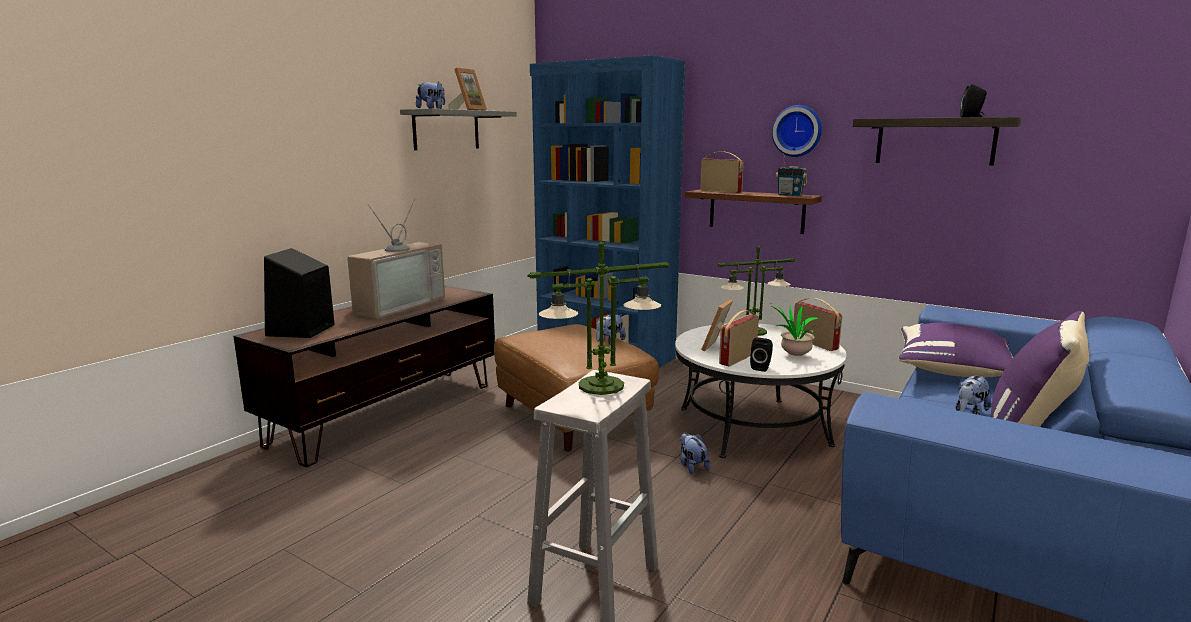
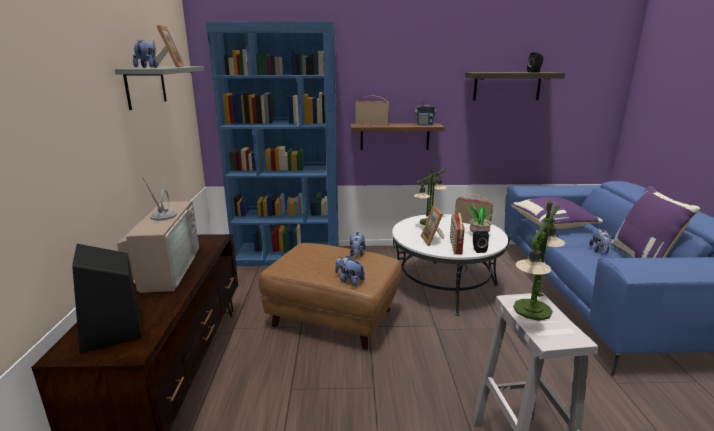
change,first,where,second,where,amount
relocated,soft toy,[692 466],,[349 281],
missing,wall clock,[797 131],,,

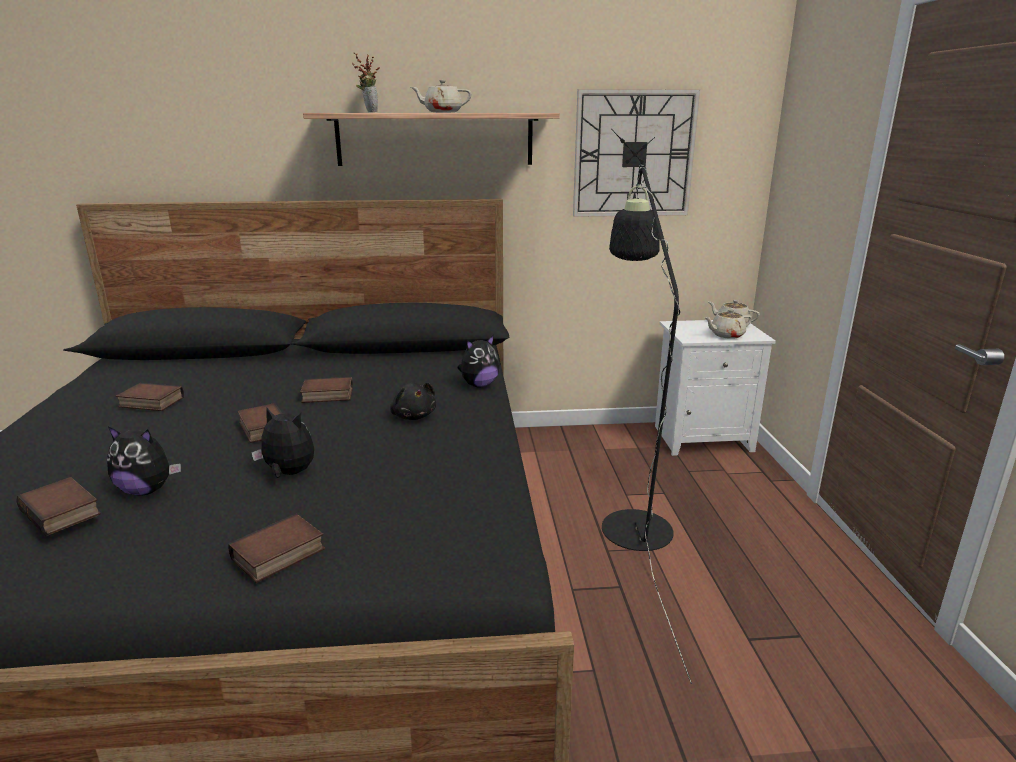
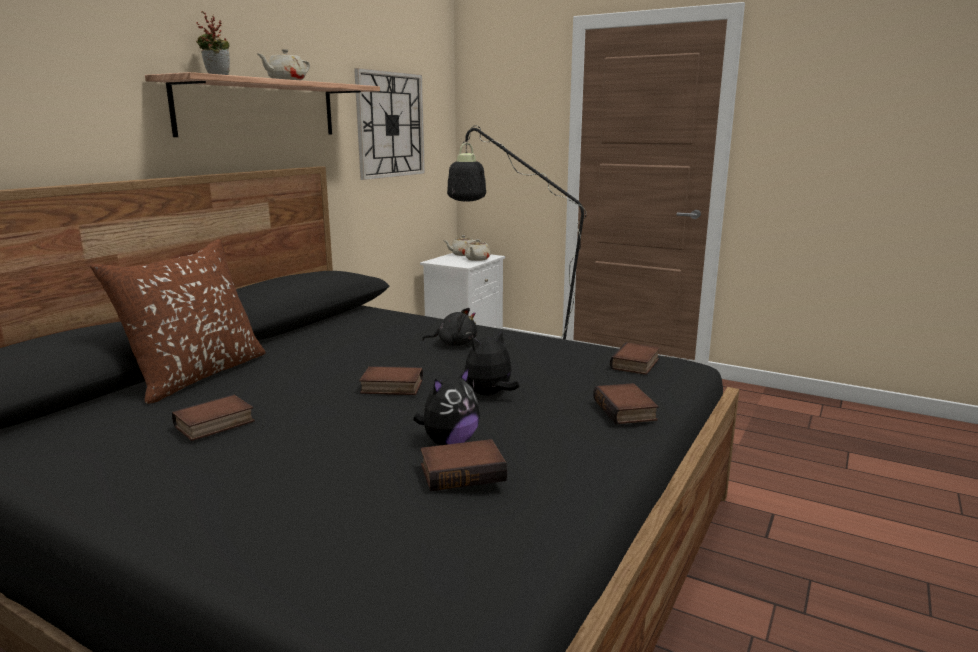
change,first,where,second,where,amount
relocated,volume,[326 395],,[636 364],
missing,soft toy,[479 385],,,
appeared,,,brown-coloured pillow,[196 375],

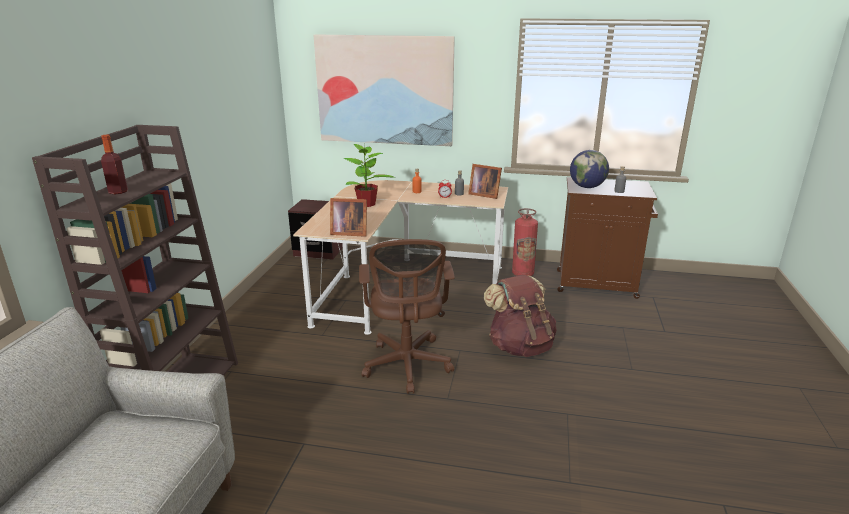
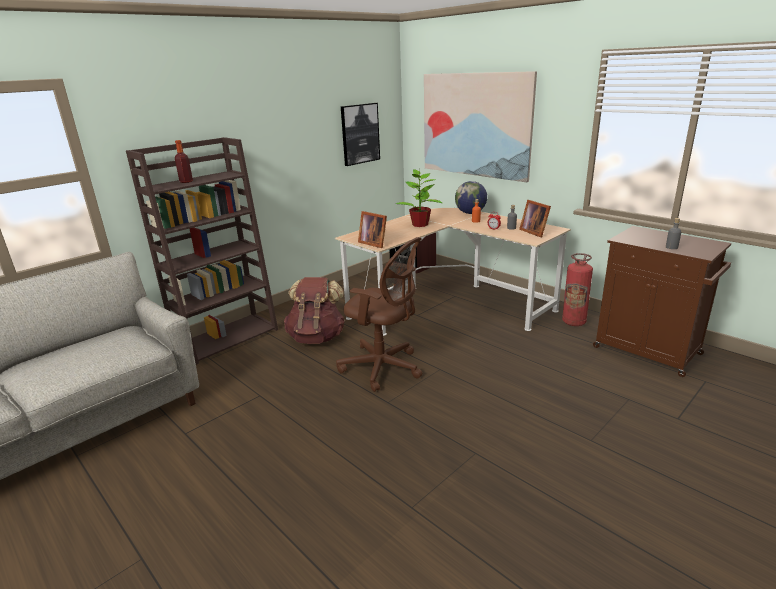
change,first,where,second,where,amount
spun,brown-coloured computer chair,[407 367],,[384 368],90 degrees counterclockwise
relocated,brown-coloured backpack,[519 346],,[317 337],
relocated,desk globe,[587 187],,[470 213],
appeared,,,picture,[360 134],

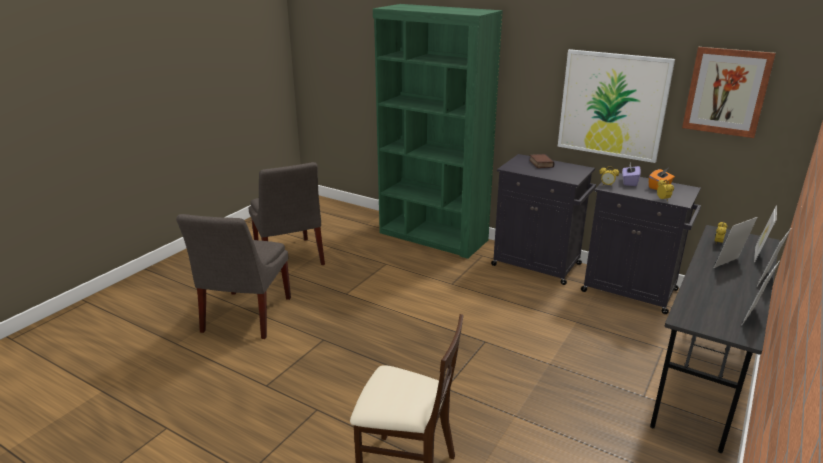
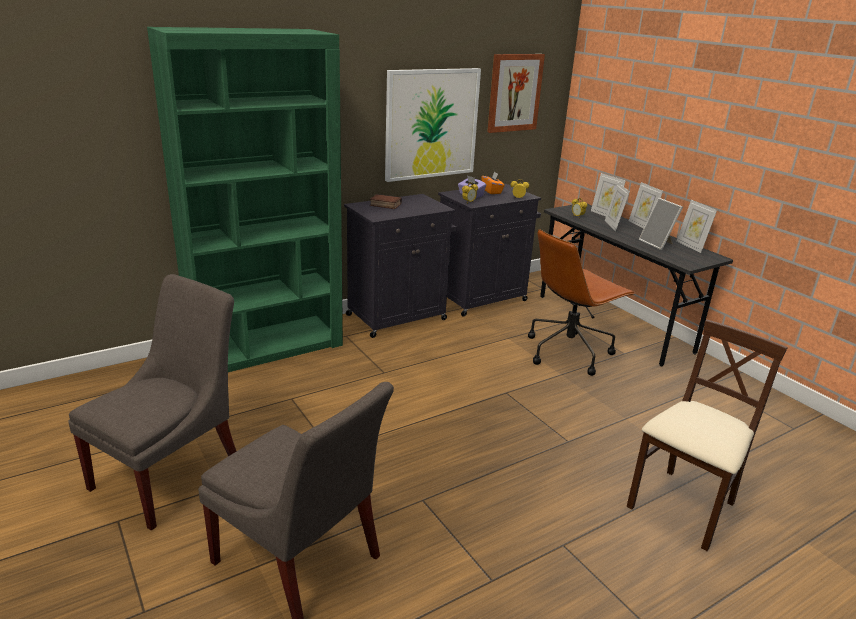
change,first,where,second,where,amount
spun,gray plain chair,[289 258],,[173 474],60 degrees counterclockwise
appeared,,,brown-coloured computer chair,[569 351],
appeared,,,picture frame,[657 244],

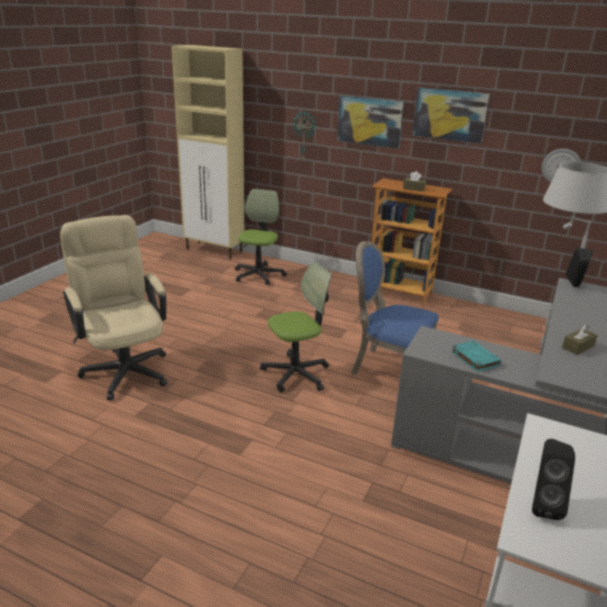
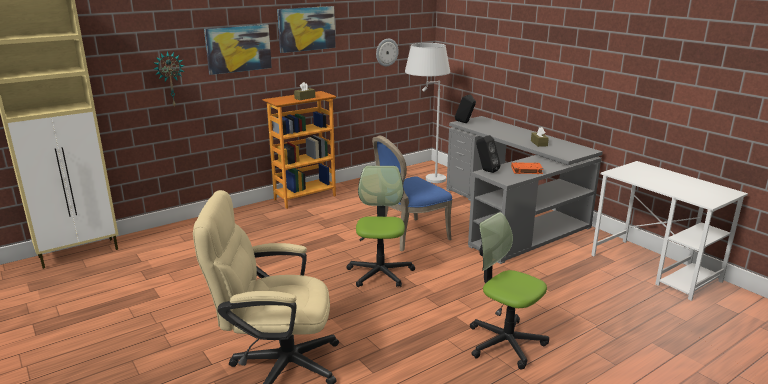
change,first,where,second,where,amount
relocated,computer chair,[258 275],,[505 343],
colour,blue-green volume,[474 358],orange volume,[526 170],
relocated,black-coloured audio speaker,[542 504],,[486 171],

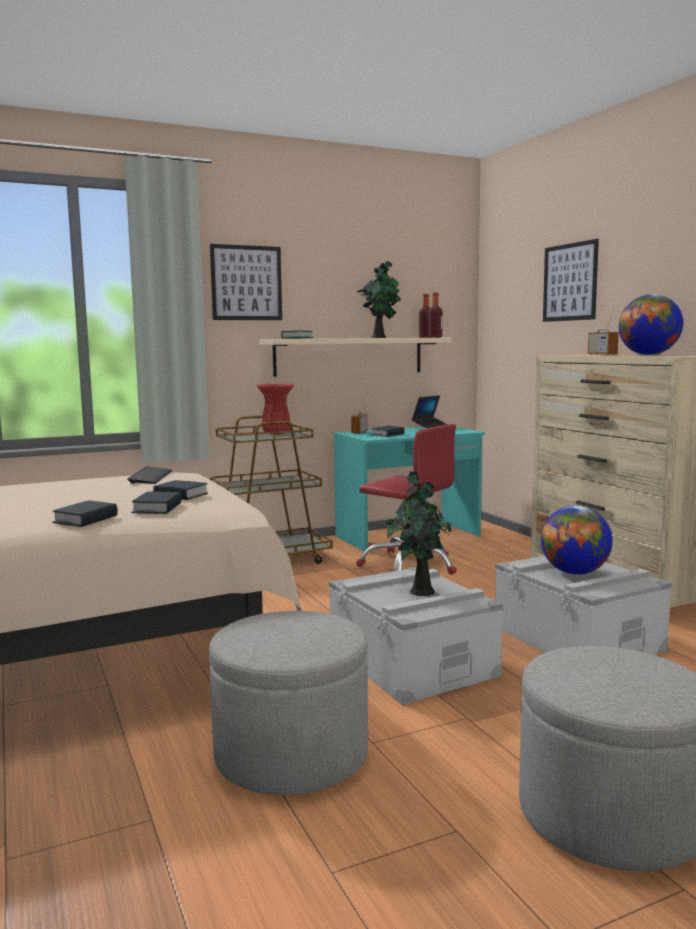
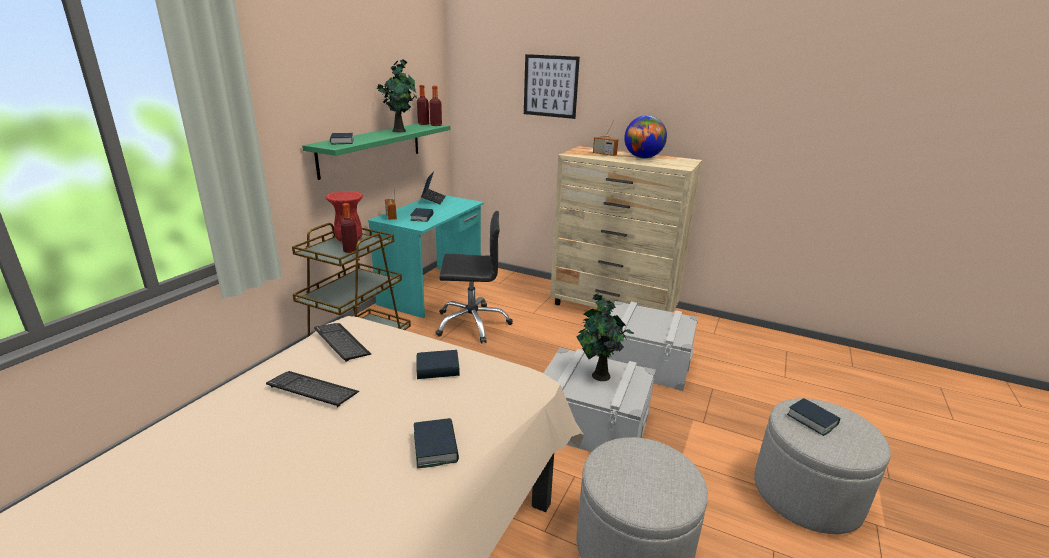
change,first,where,second,where,amount
relocated,volume,[157 508],,[812 420],
missing,picture,[246 283],,,
colour,beige-coloured shelf,[349 356],greenish shelf,[371 148],
colour,red computer chair,[409 565],black-coloured computer chair,[472 323],
missing,desk globe,[574 572],,,
appeared,,,keyboard,[312 390],
appeared,,,bottle,[350 250],

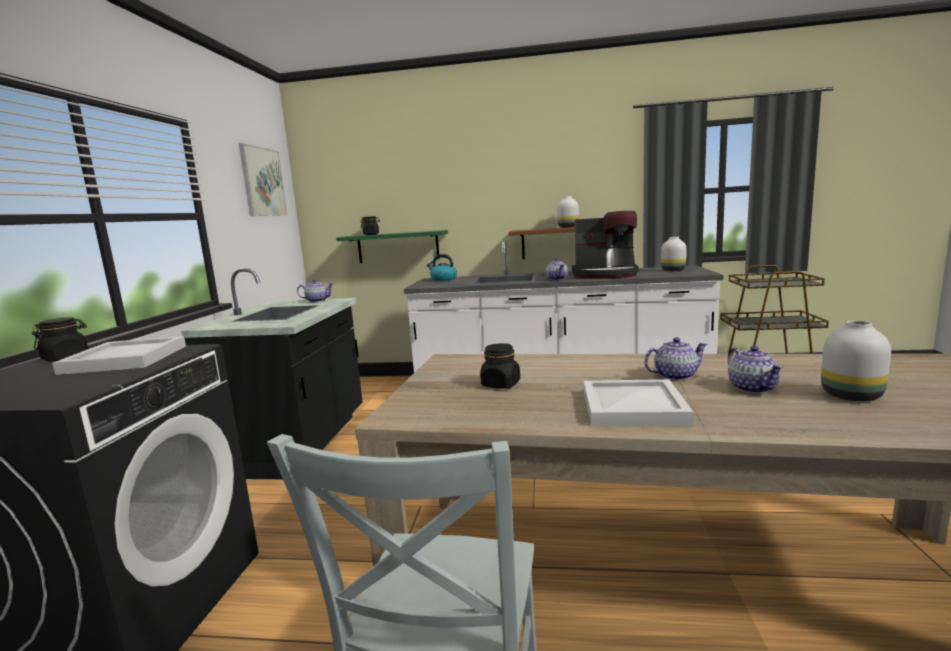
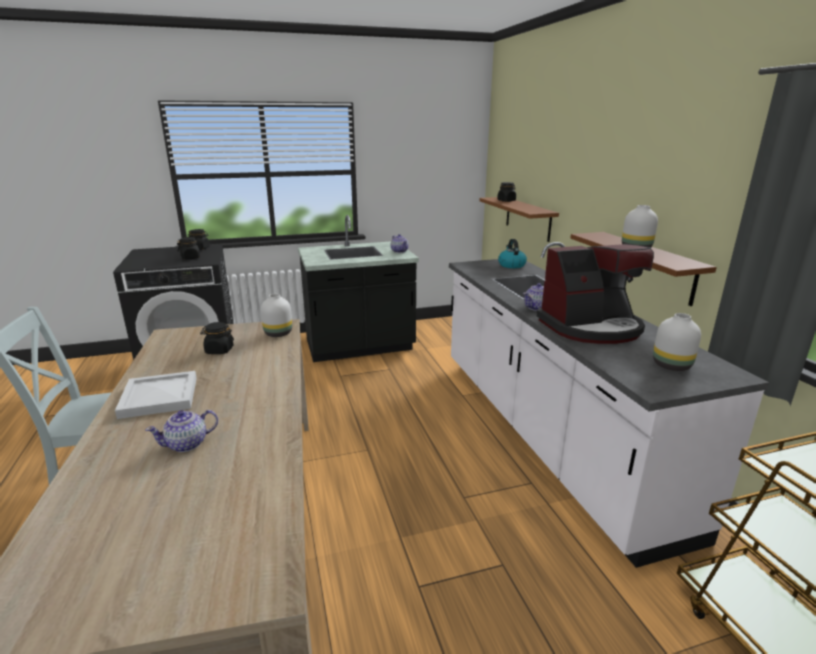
change,first,where,second,where,amount
exchanged,whitish carrying tray,[126 359],black-coloured jar,[191 258],
missing,picture,[263 182],,,
colour,greenish shelf,[398 247],brown-coloured shelf,[528 218],
spun,coffee brewer,[605 275],,[591 327],90 degrees counterclockwise
missing,tea pot,[674 376],,,
relocated,whitish vase,[851 395],,[279 334],

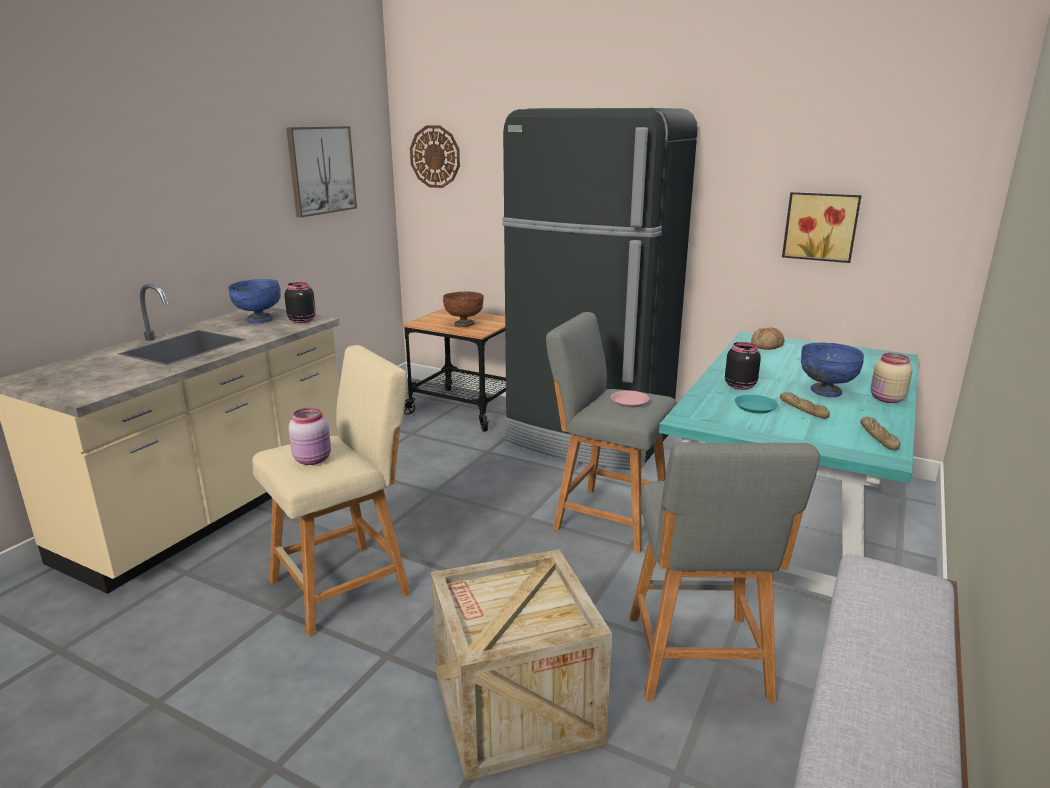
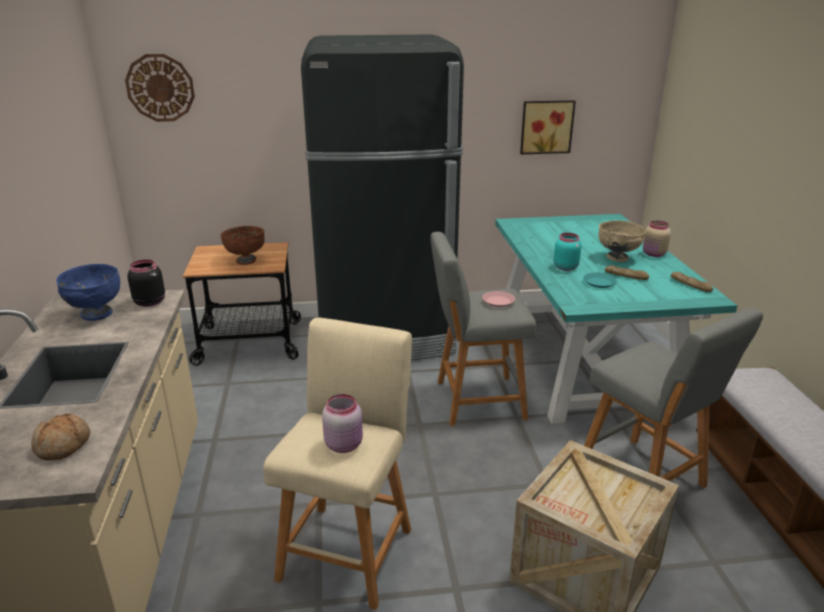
change,first,where,second,where,amount
missing,picture,[321 170],,,
colour,black-coloured jar,[740 386],blue-green jar,[565 267],
relocated,bread,[767 346],,[64 445],
colour,bluish serving bowl,[825 392],beige-coloured serving bowl,[617 258],

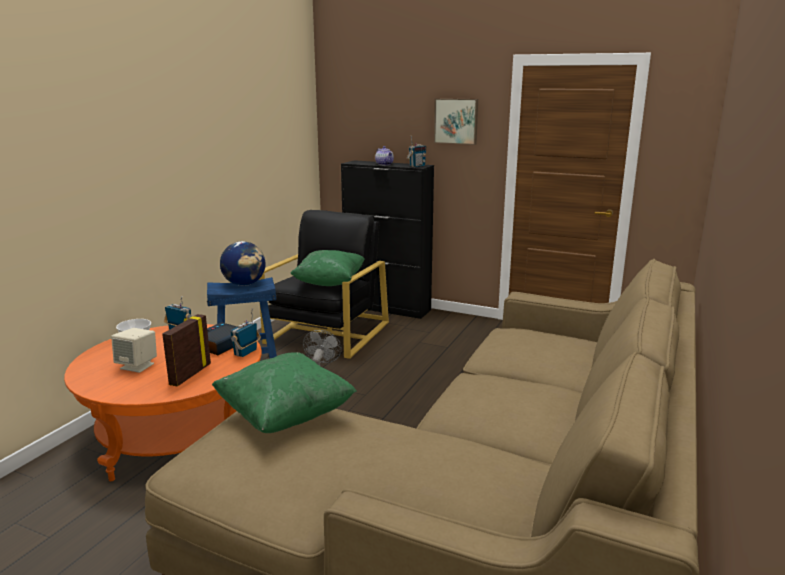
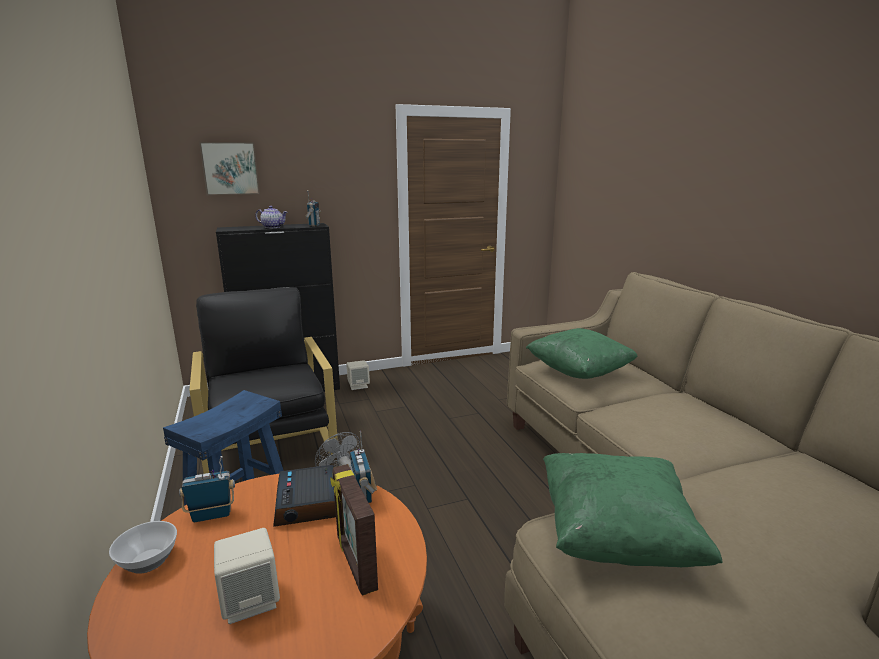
change,first,where,second,where,amount
missing,desk globe,[244 284],,,
relocated,greenish pillow,[329 283],,[579 372],
relocated,picture,[456 121],,[230 168],
appeared,,,beige-coloured audio speaker,[358 386],

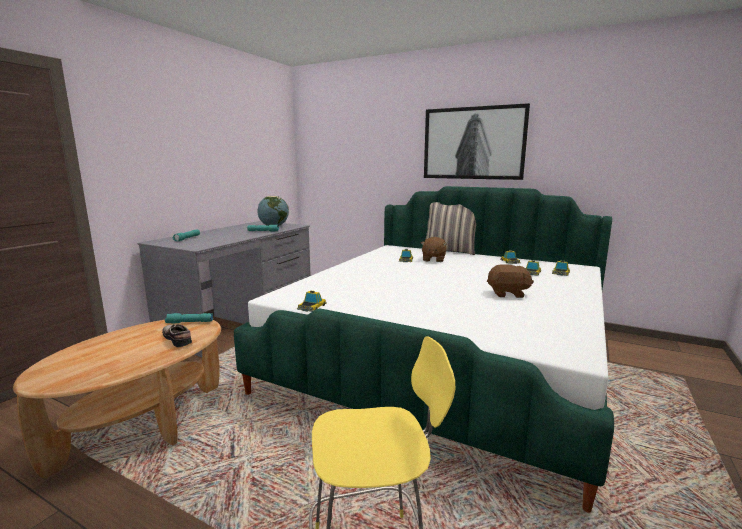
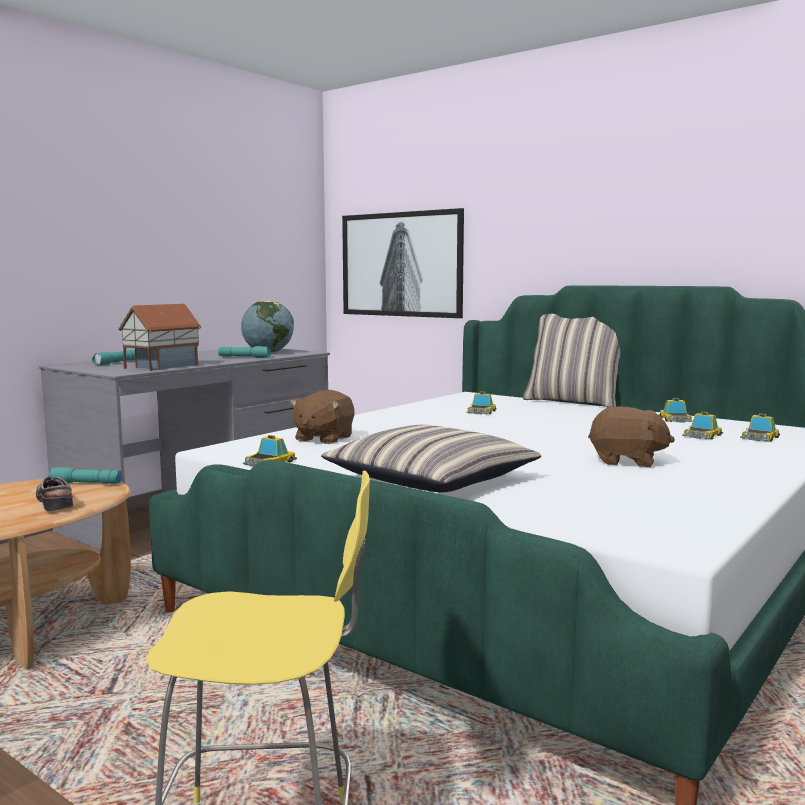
change,first,where,second,where,amount
relocated,brown-coloured soft toy,[433 259],,[323 438],
relocated,picture,[473 143],,[401 264],
appeared,,,toy house,[161 366],
appeared,,,pillow,[431 480],

